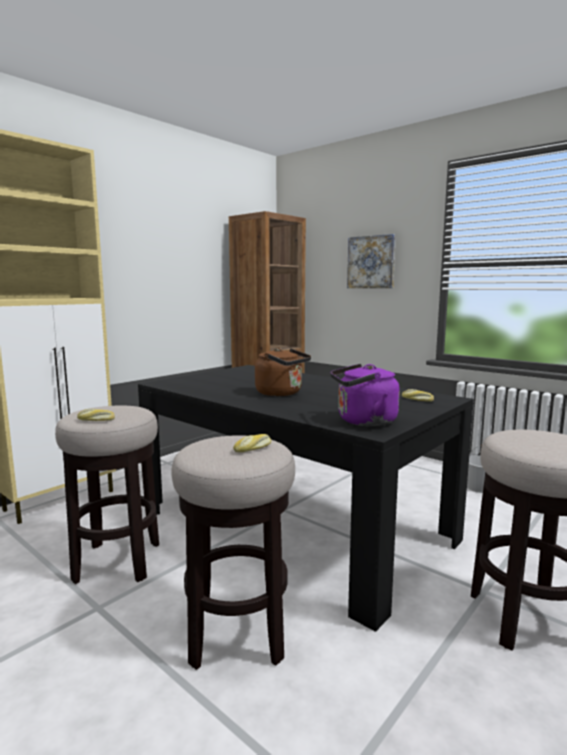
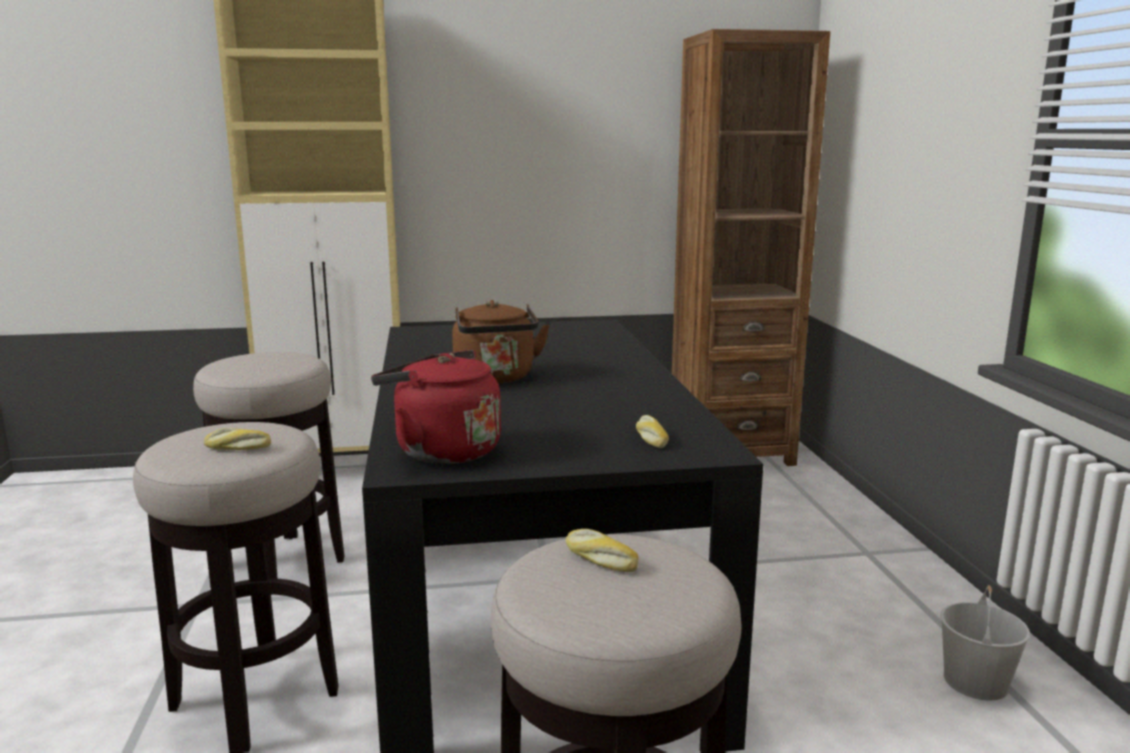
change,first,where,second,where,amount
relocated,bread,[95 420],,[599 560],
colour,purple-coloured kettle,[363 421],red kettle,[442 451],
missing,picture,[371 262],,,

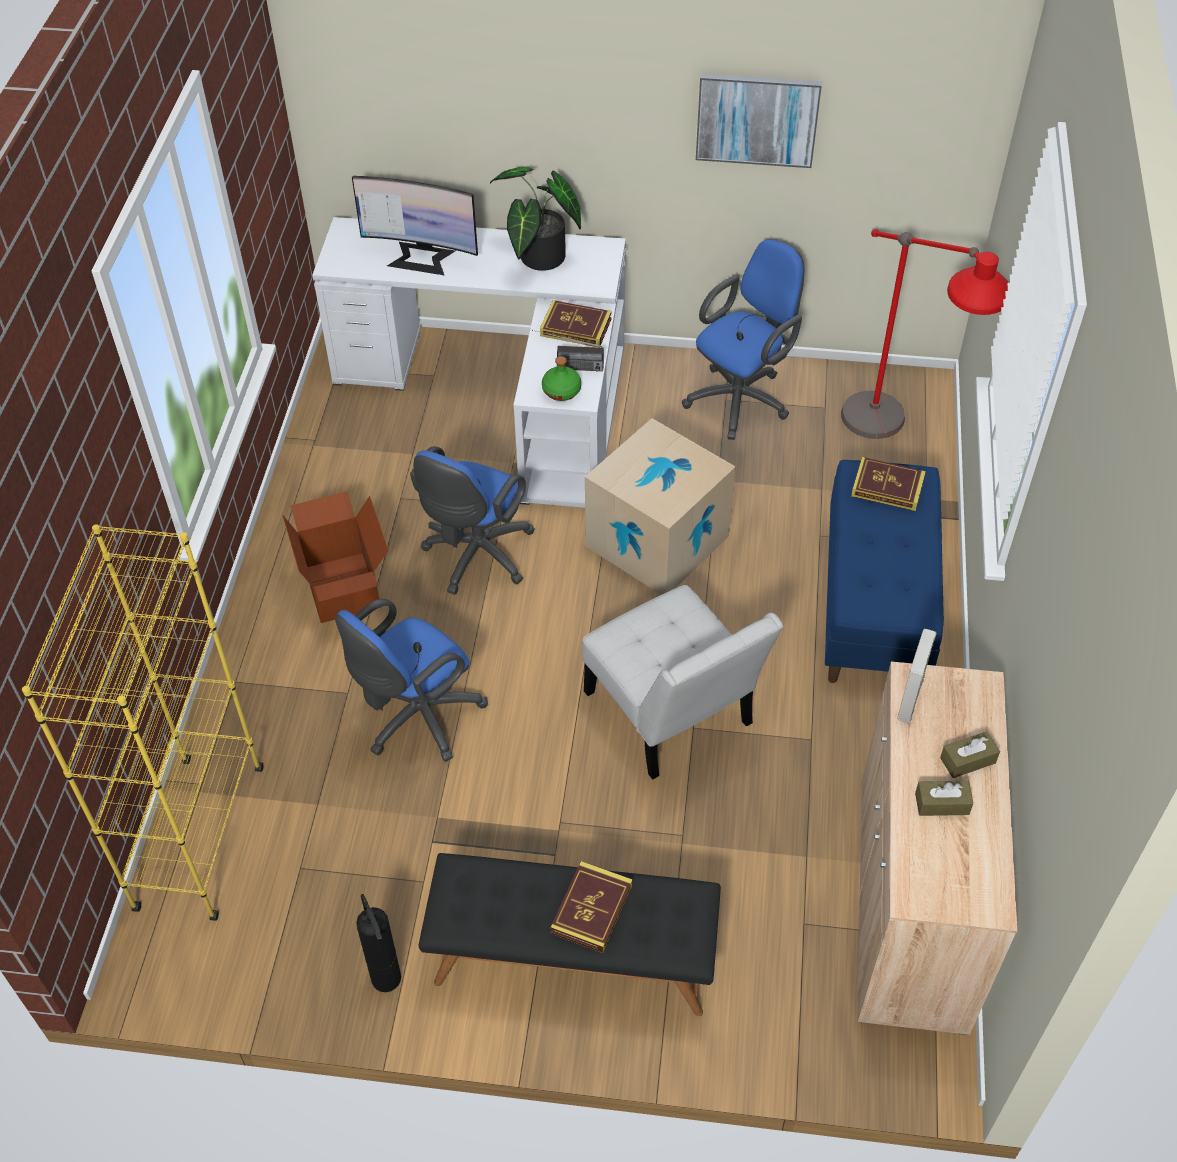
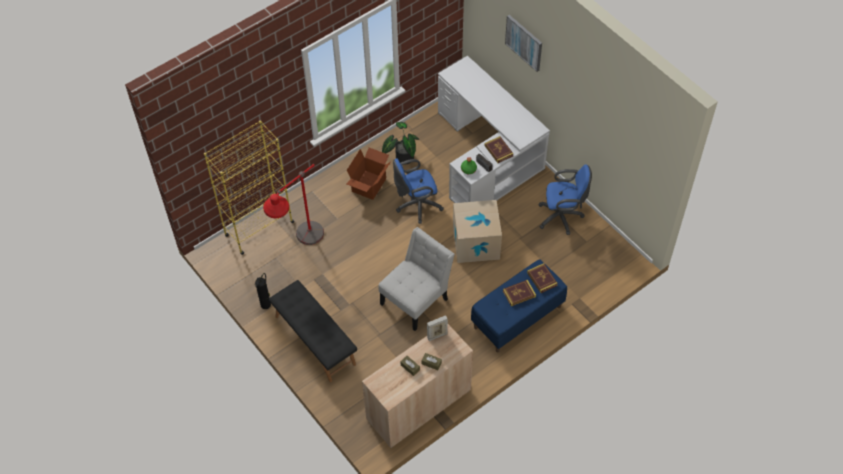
change,first,where,second,where,amount
missing,bluish computer chair,[416 719],,,
missing,computer screen,[421 258],,,
relocated,houseplant,[538 259],,[402 157],
relocated,volume,[591 909],,[519 294],
spun,whitish plain chair,[672 715],,[417 299],150 degrees counterclockwise
relocated,picture,[757 119],,[524 42],
relocated,red standing lamp,[895 446],,[301 248],

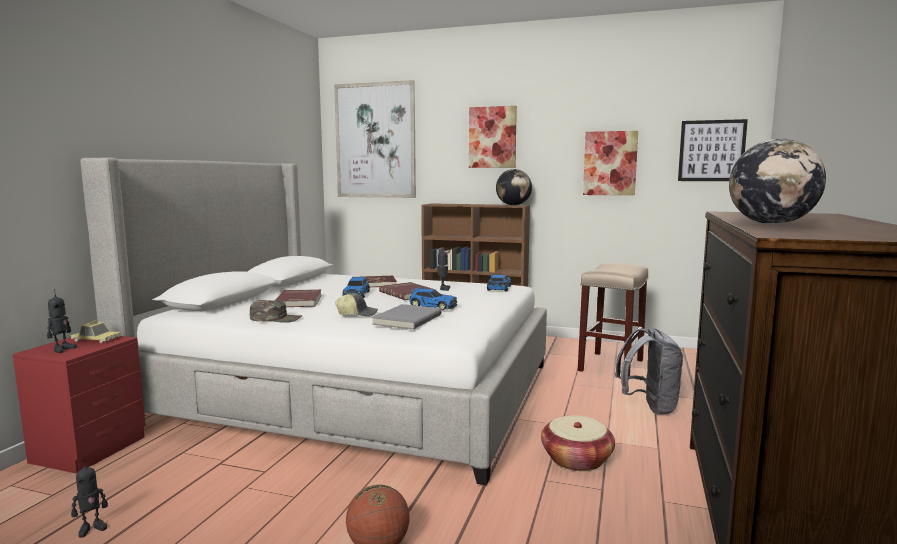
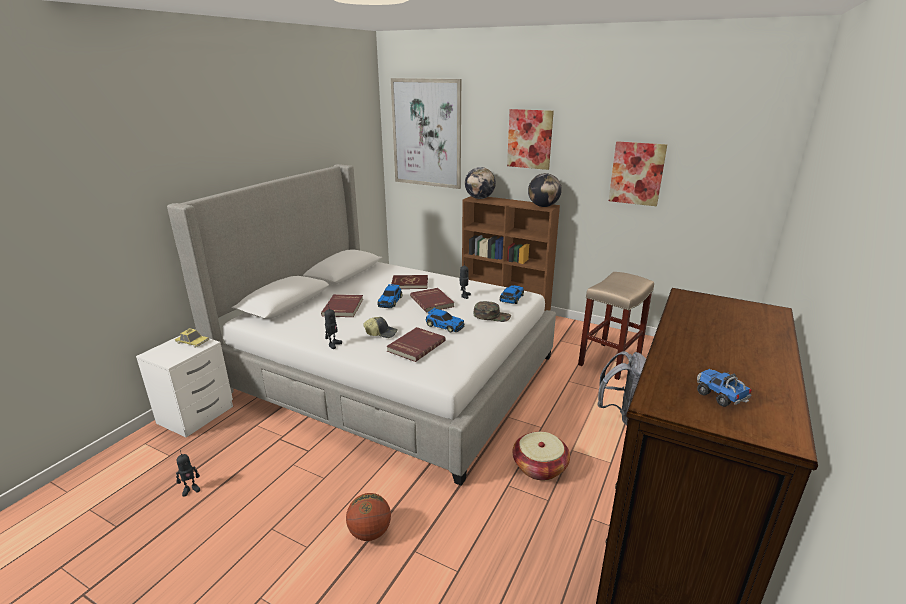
change,first,where,second,where,amount
colour,red nightstand,[92 449],whitish nightstand,[197 414],
relocated,model robot,[62 349],,[333 344],
relocated,greenish peaked cap,[276 318],,[492 316],
colour,gray volume,[406 319],red volume,[415 346],
missing,picture,[711 151],,,
relocated,desk globe,[771 224],,[479 198],
appeared,,,toy lorry,[720 396],

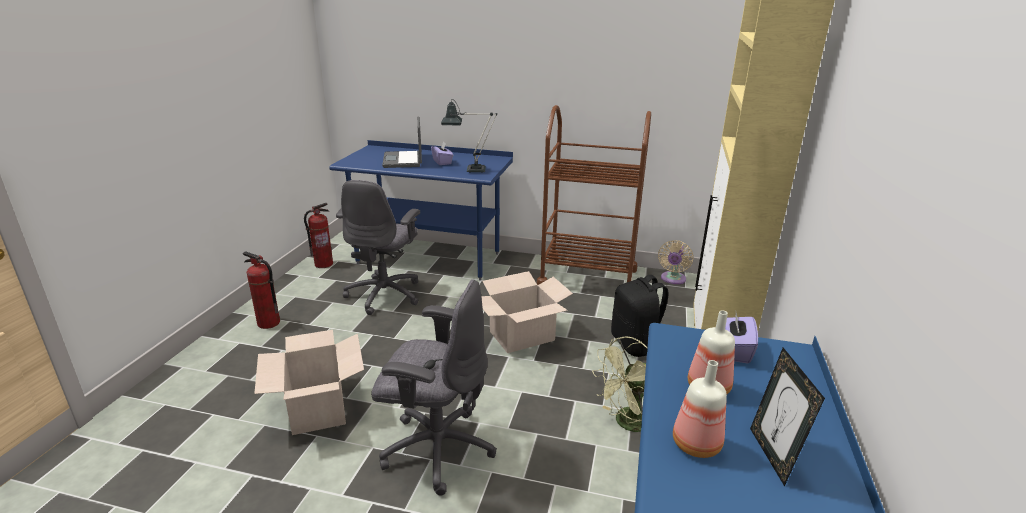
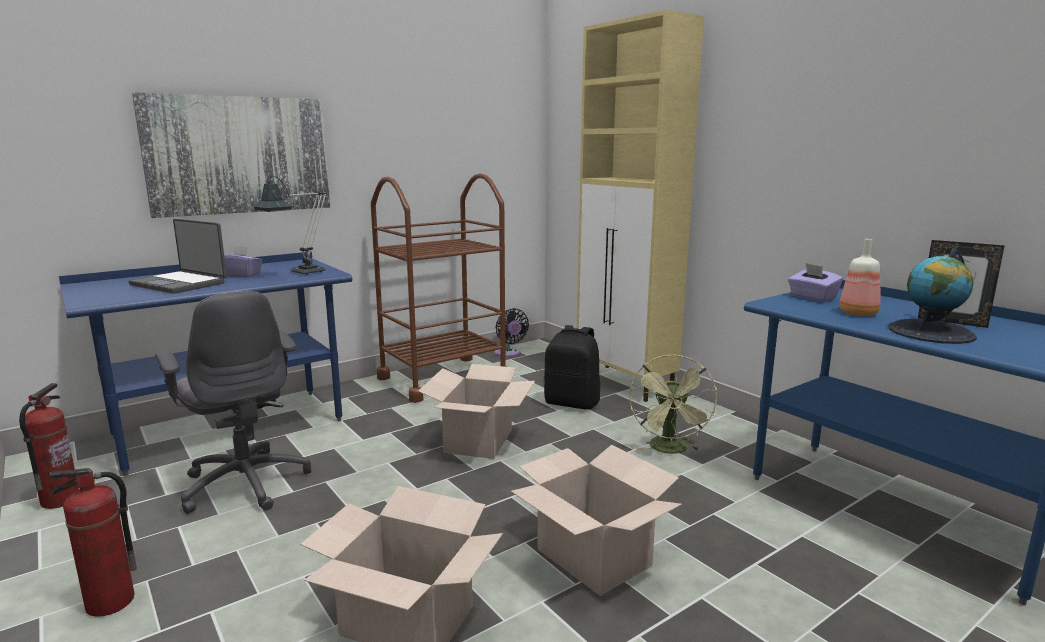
change,first,where,second,where,amount
exchanged,gray computer chair,[436 448],cardboard box,[594 557],
colour,beige-coloured electric fan,[672 279],black-coloured electric fan,[508 353],
exchanged,bottle,[695 445],desk globe,[931 332],
appeared,,,picture,[239 155],

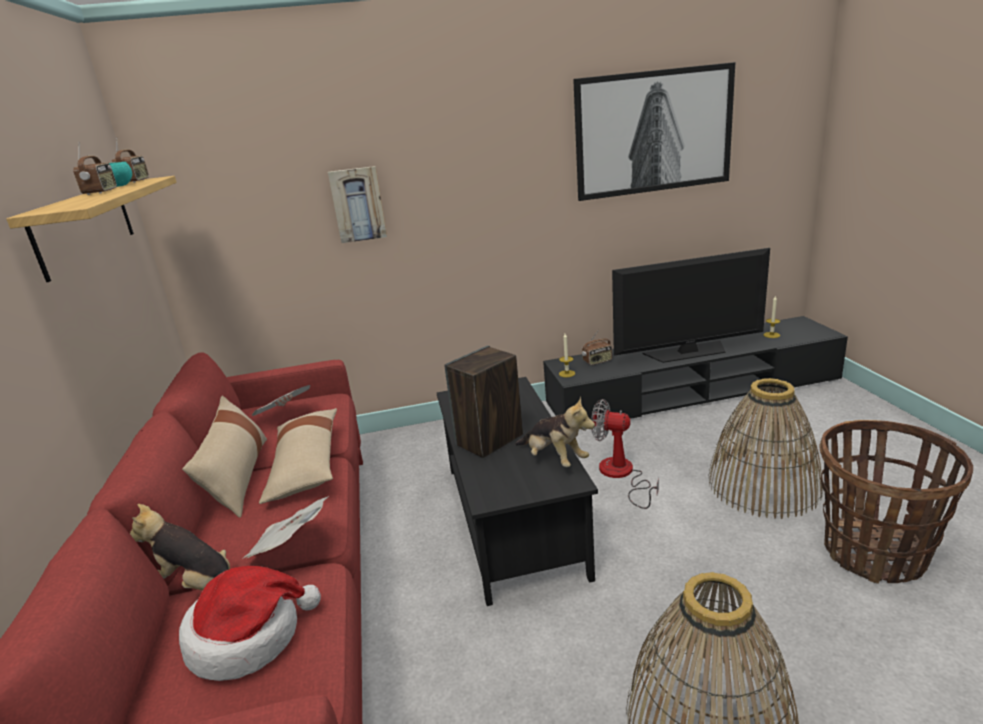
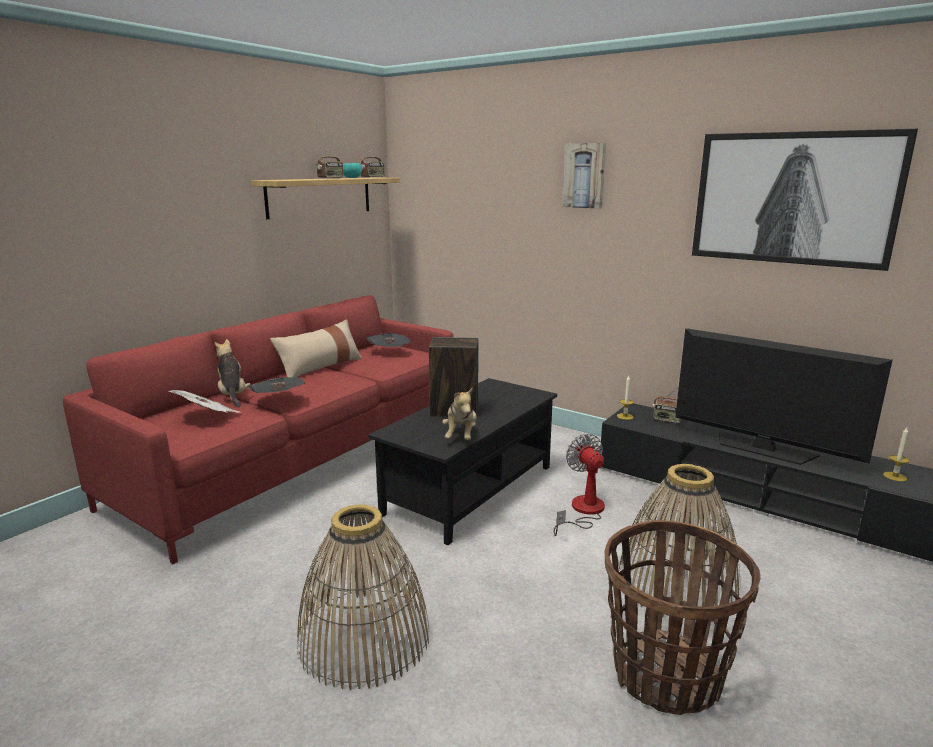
change,first,where,second,where,amount
exchanged,clothing hat,[249 636],daily paper,[208 417],
missing,beige-coloured pillow,[306 465],,,
relocated,picture,[358 204],,[585 176],

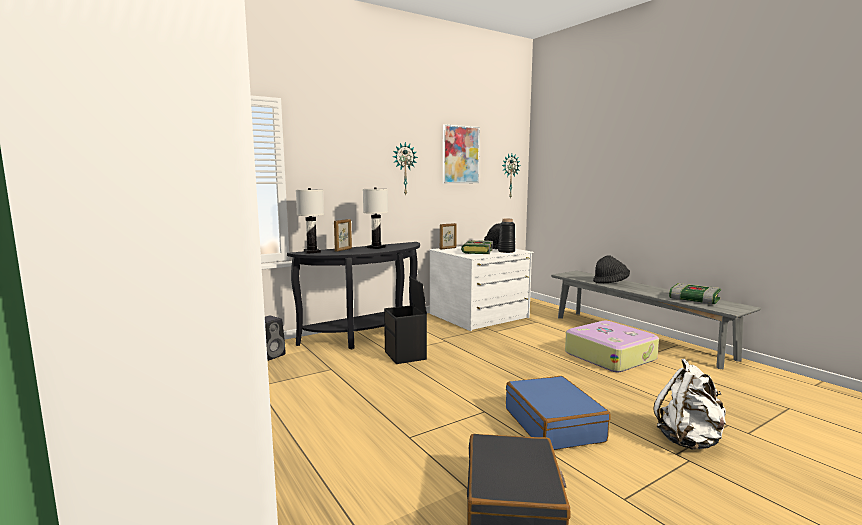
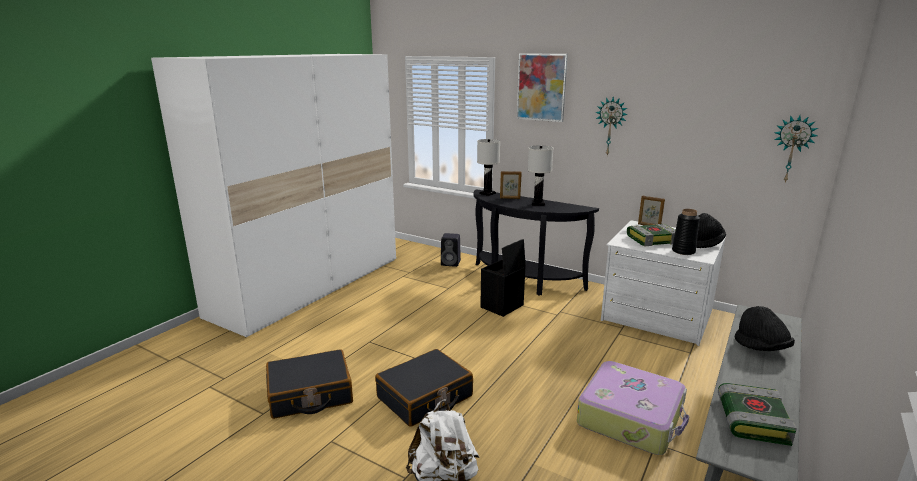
change,first,where,second,where,amount
relocated,picture,[460 155],,[541 87],
colour,bluish piece of luggage,[554 425],black-coloured piece of luggage,[425 397],

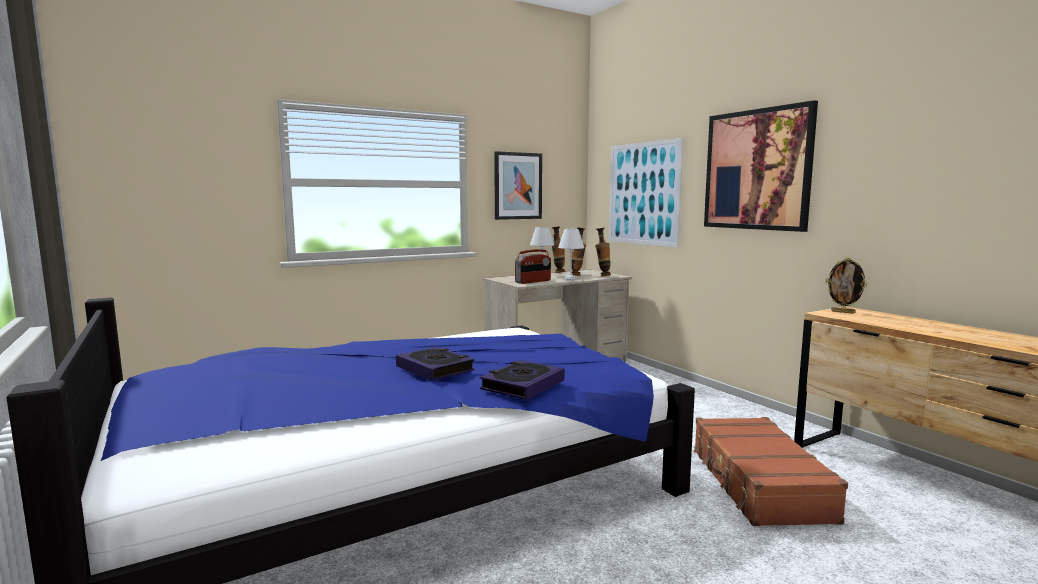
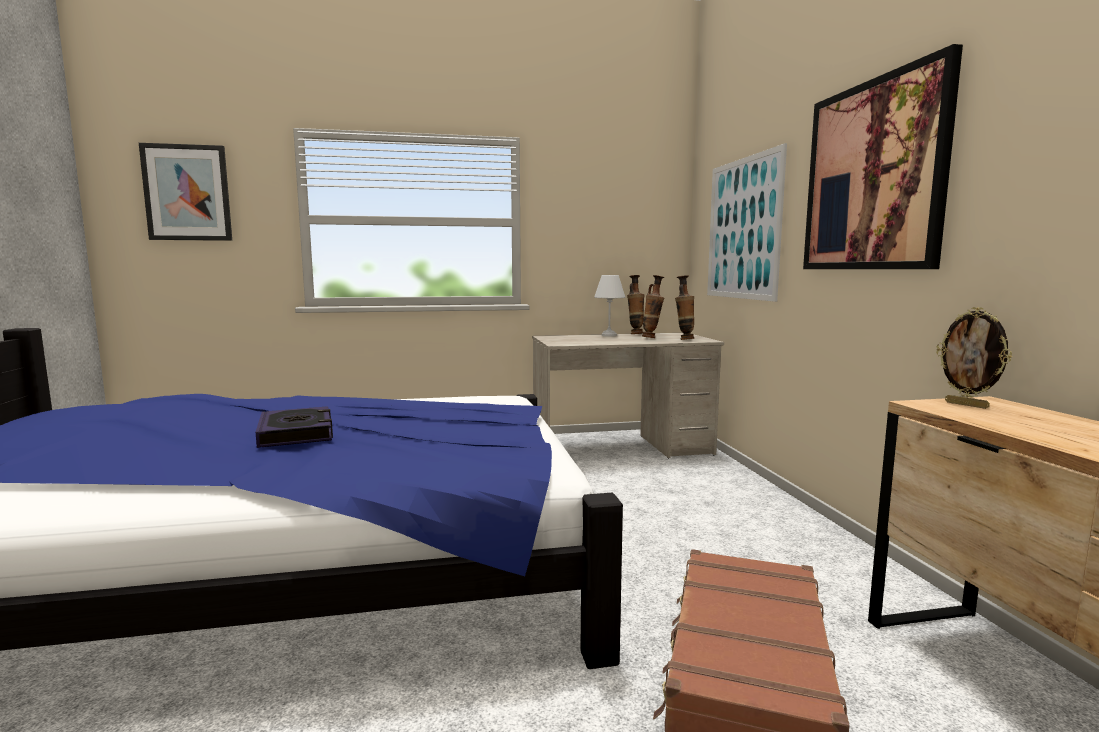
change,first,where,second,where,amount
missing,volume,[522 385],,,
relocated,picture,[518 186],,[187 193],
missing,radio,[533 281],,,
missing,whitish lamp for a table,[571 279],,,

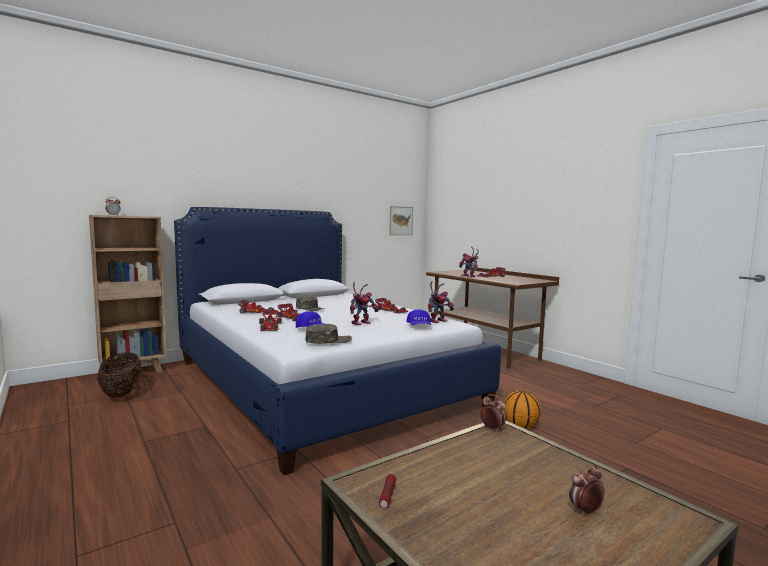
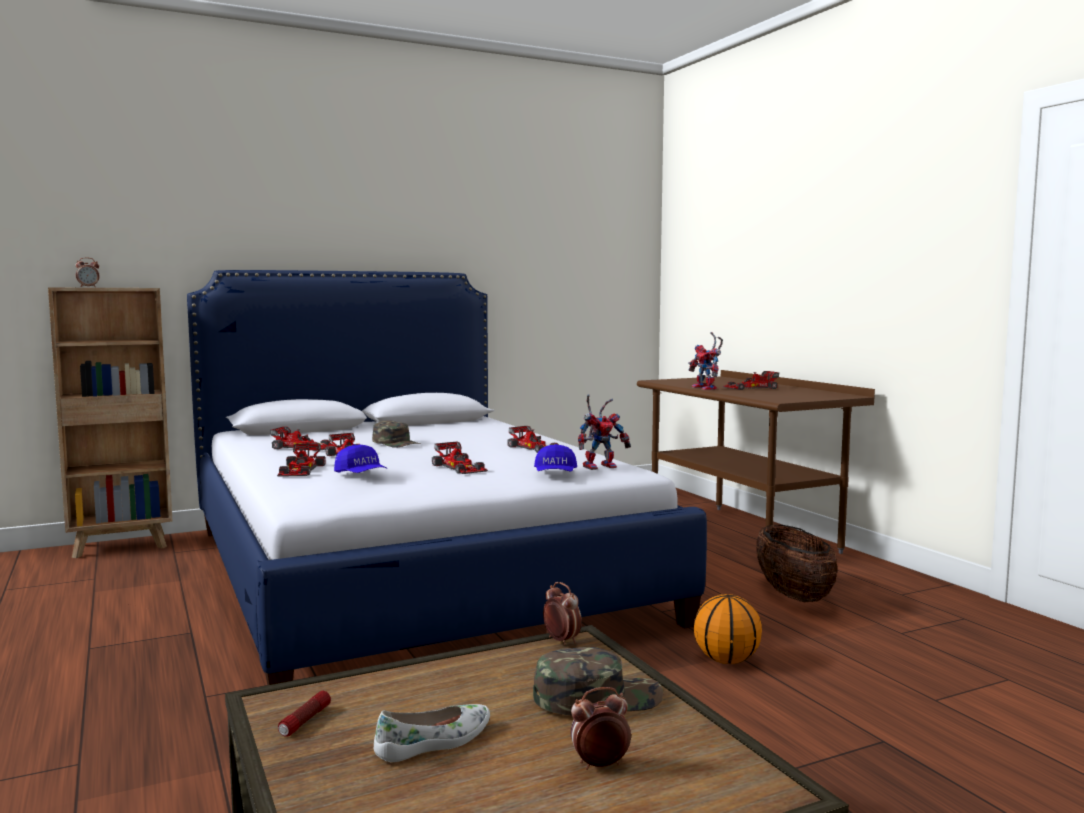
change,first,where,second,where,amount
relocated,household basket,[121 393],,[793 595],
relocated,greenish peaked cap,[328 340],,[597 696],
exchanged,model robot,[361 323],model car,[460 467],
missing,picture,[401 220],,,
appeared,,,whitish low shoe,[435 742],

